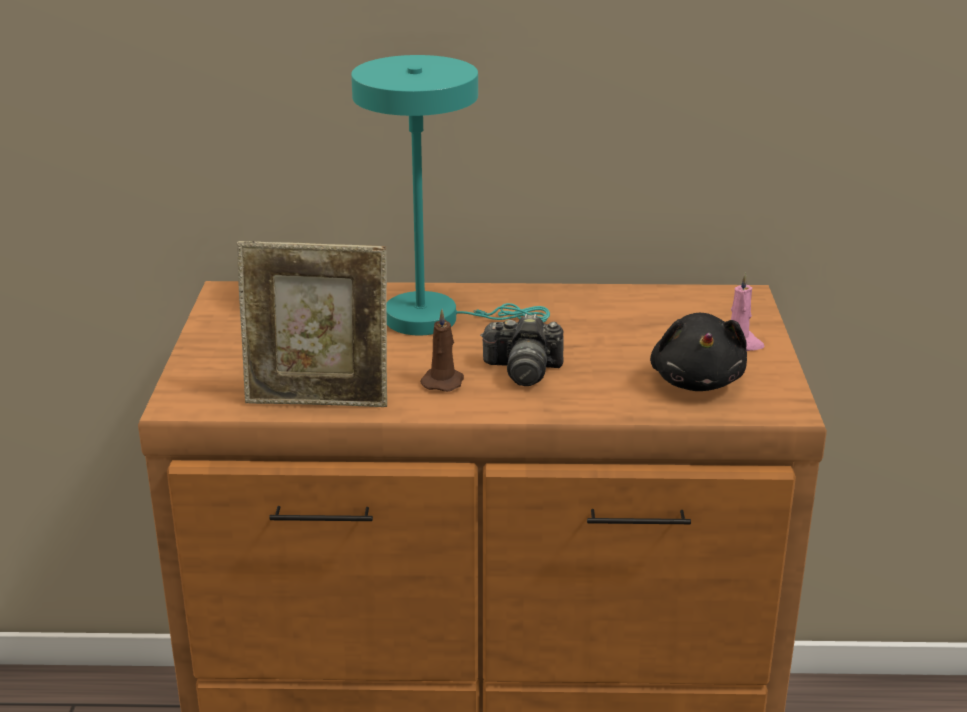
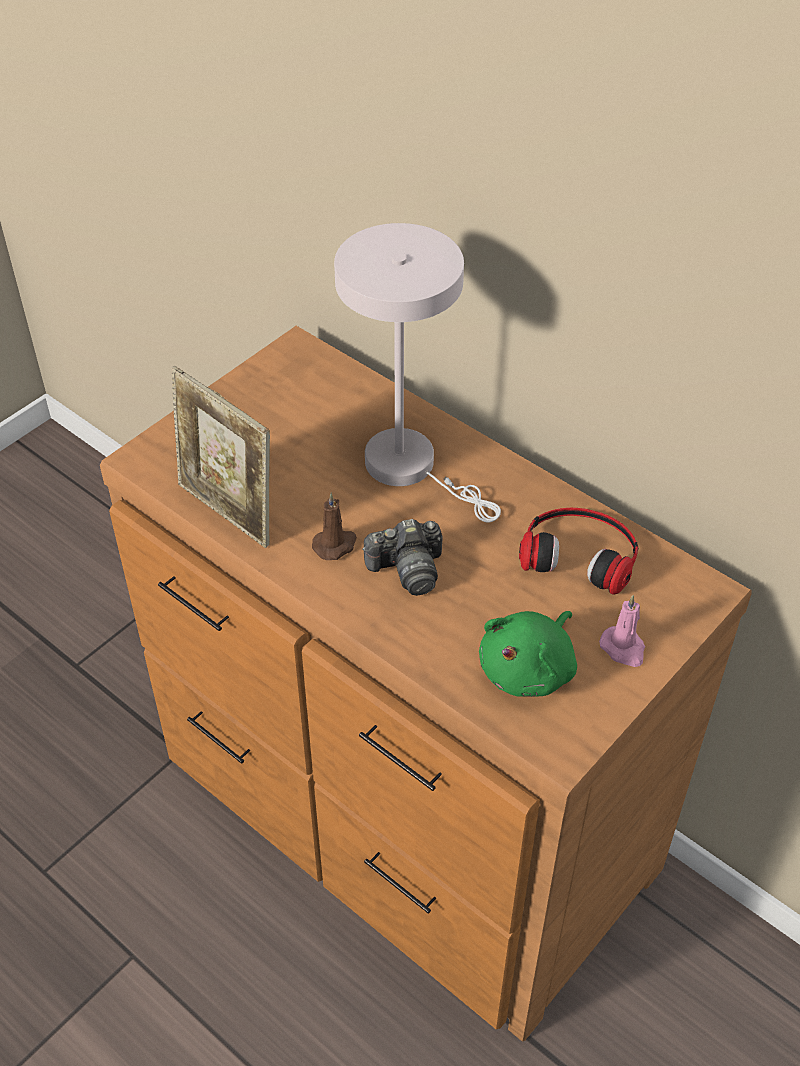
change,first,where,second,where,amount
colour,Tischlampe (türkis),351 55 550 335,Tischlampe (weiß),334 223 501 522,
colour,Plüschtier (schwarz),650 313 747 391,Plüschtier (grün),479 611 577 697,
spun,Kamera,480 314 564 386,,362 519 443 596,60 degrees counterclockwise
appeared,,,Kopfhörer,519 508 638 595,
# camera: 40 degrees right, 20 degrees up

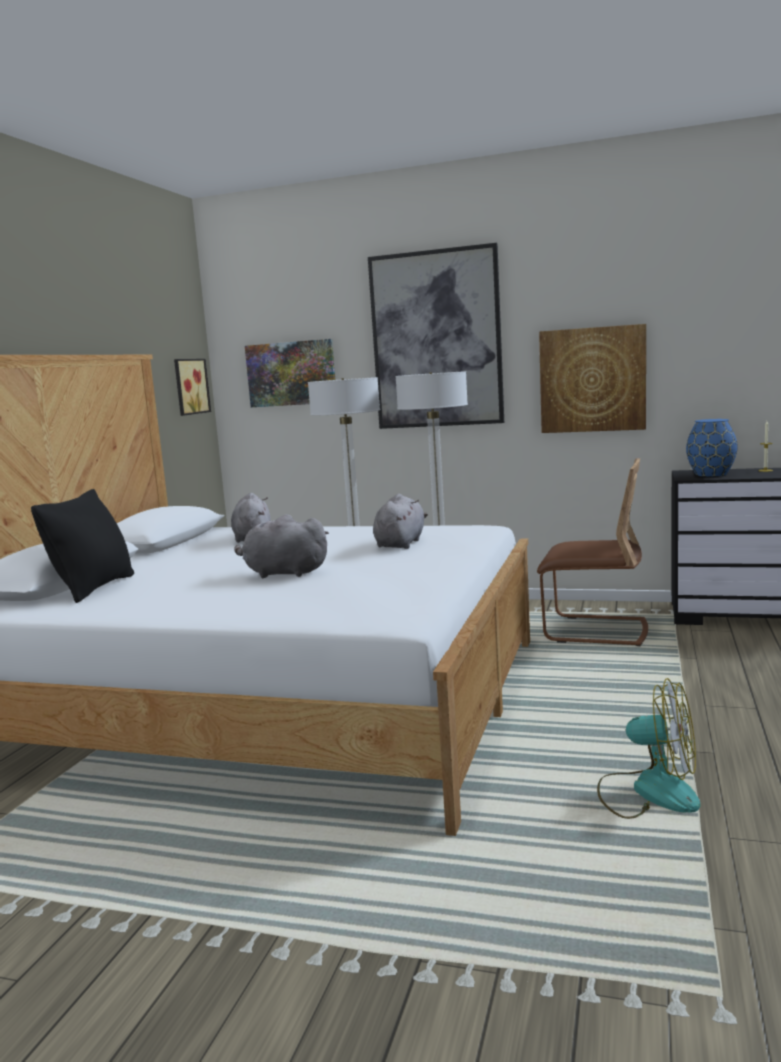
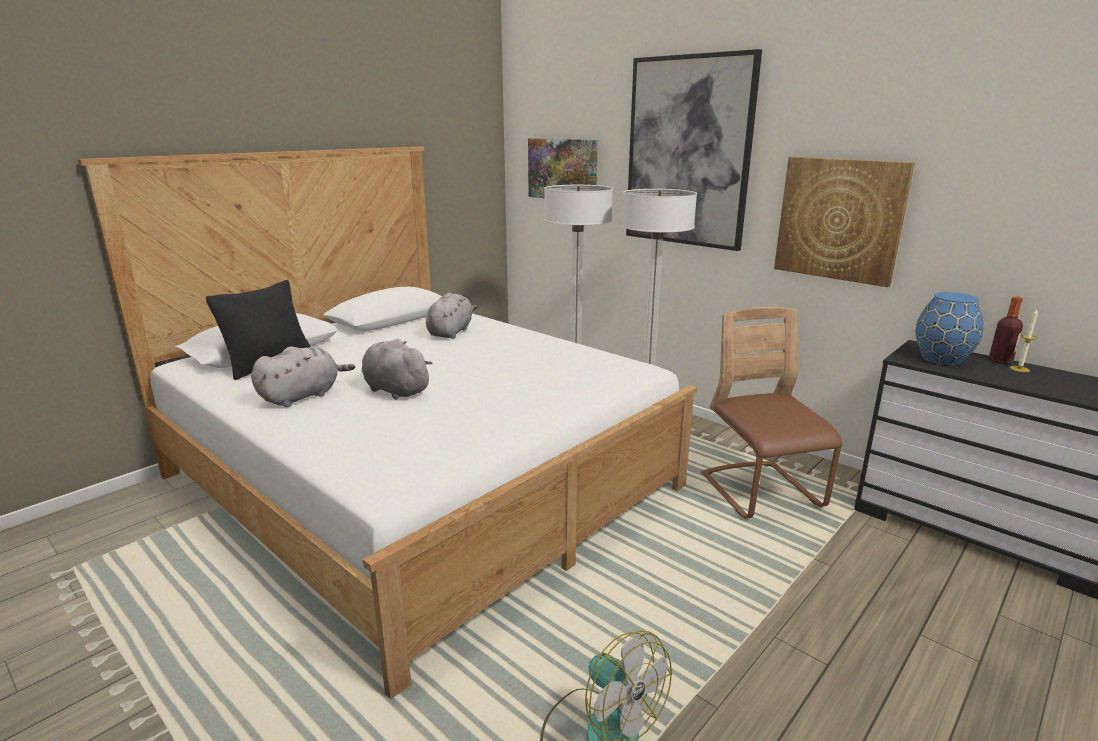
change,first,where,second,where,amount
missing,Bild,174 359 211 416,,,
spun,Stuhl (braun),537 458 648 646,,701 307 842 519,150 degrees counterclockwise
relocated,Plüschtier (grau),373 494 428 549,,251 346 355 407,
appeared,,,Flasche,989 297 1023 364,
# camera: 25 degrees right, 10 degrees up

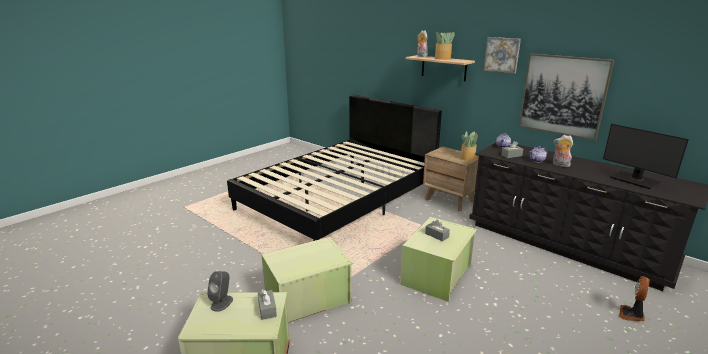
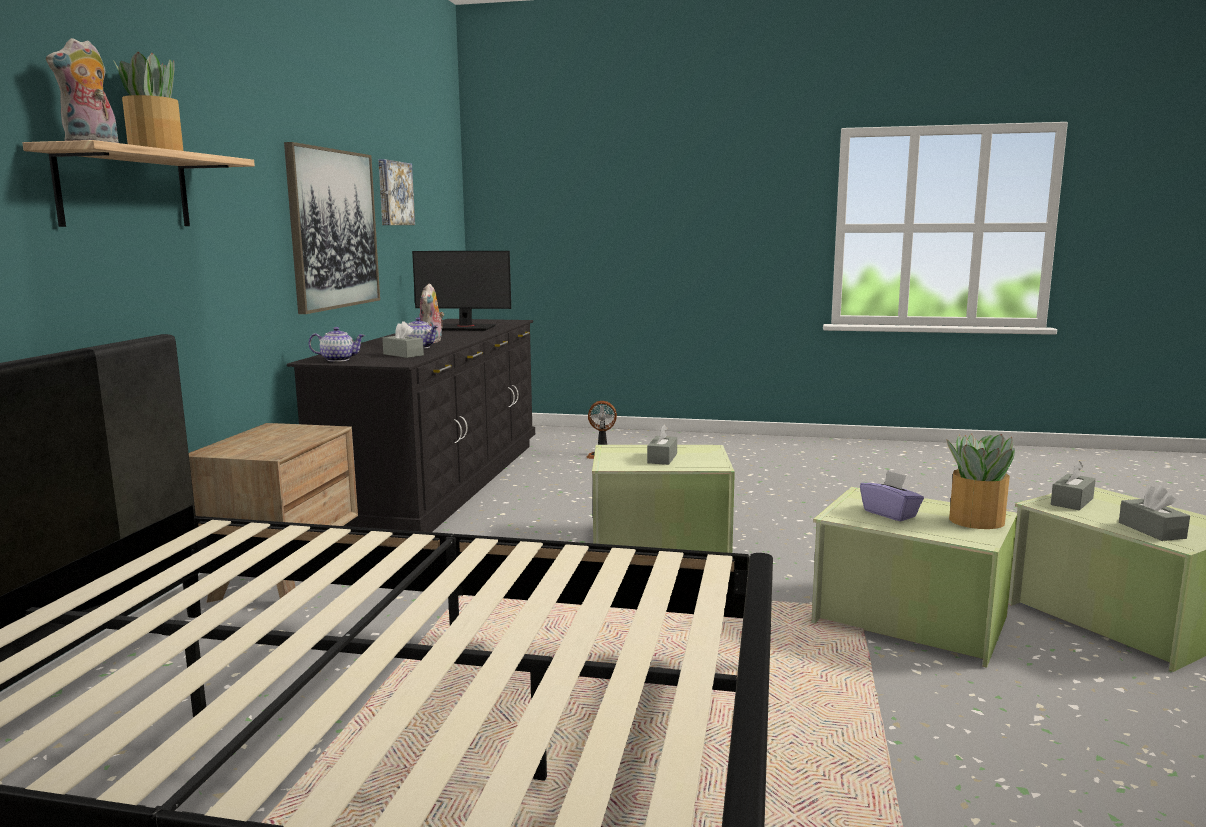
change,first,where,second,where,amount
relocated,Bild,484 37 521 74,,378 159 415 225,
spun,Monitor,603 124 689 189,,412 251 511 331,75 degrees clockwise
relocated,Topfpflanze,460 131 478 161,,946 433 1015 529,
exchanged,Lautsprecher (grau),207 271 233 312,Taschentuchbox (grau),1119 485 1190 541,
appeared,,,Taschentuchbox (lila),860 470 924 521,
# camera: 120 degrees left, 10 degrees down

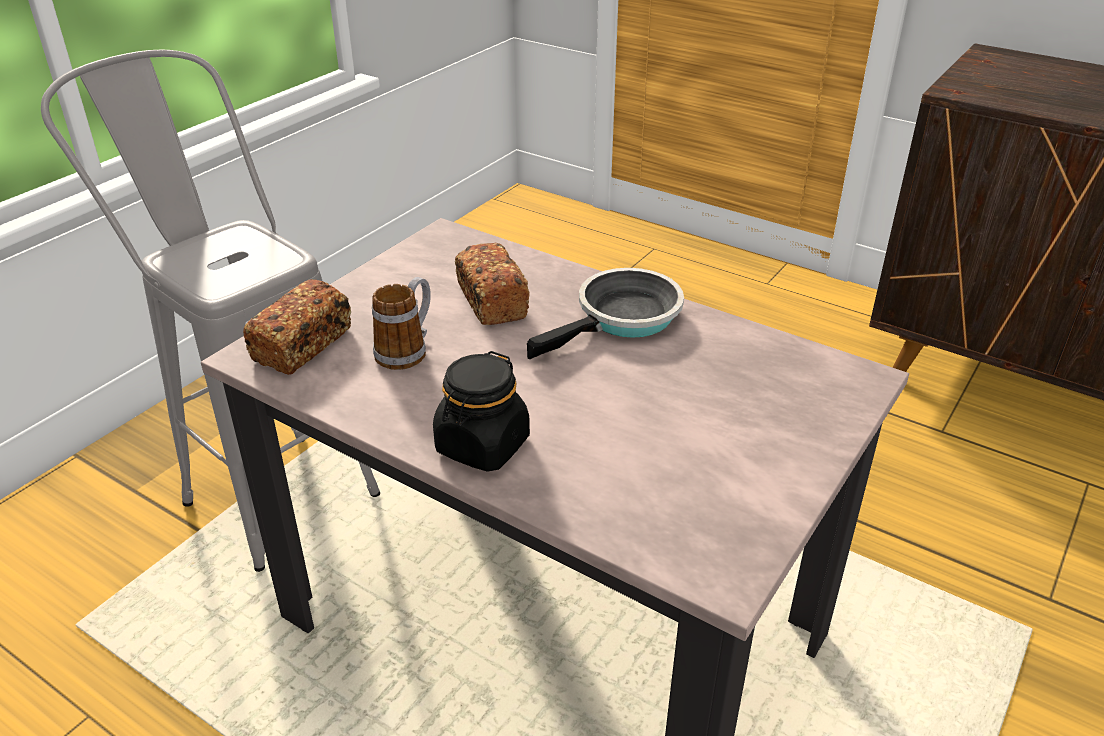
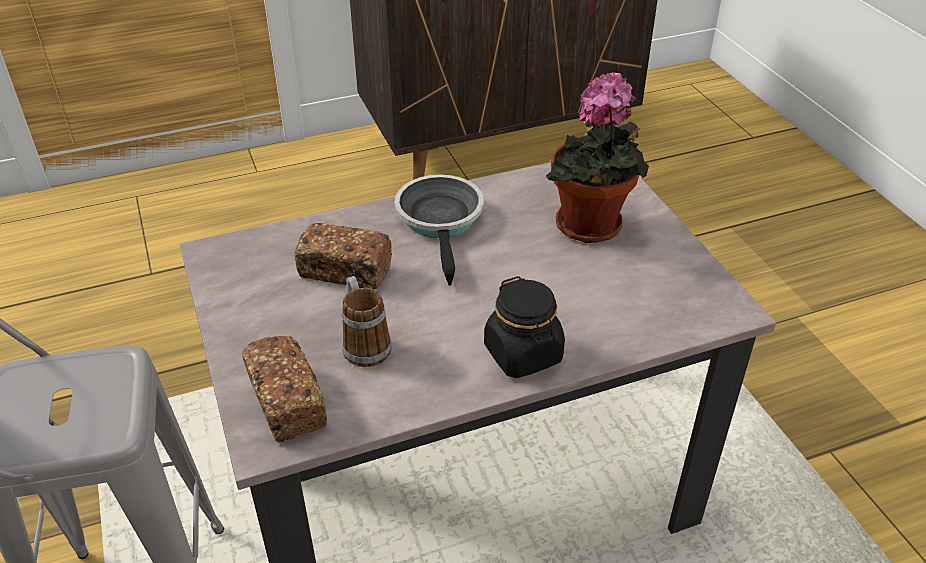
change,first,where,second,where,amount
appeared,,,Topfpflanze,546 72 649 243,
# camera: 55 degrees left, 5 degrees up

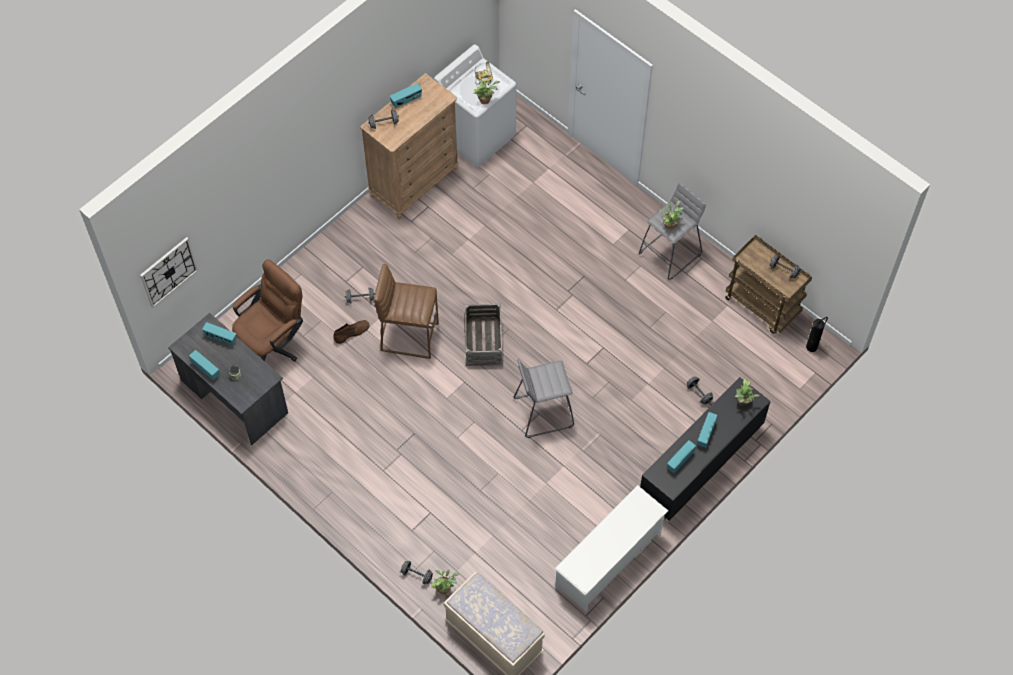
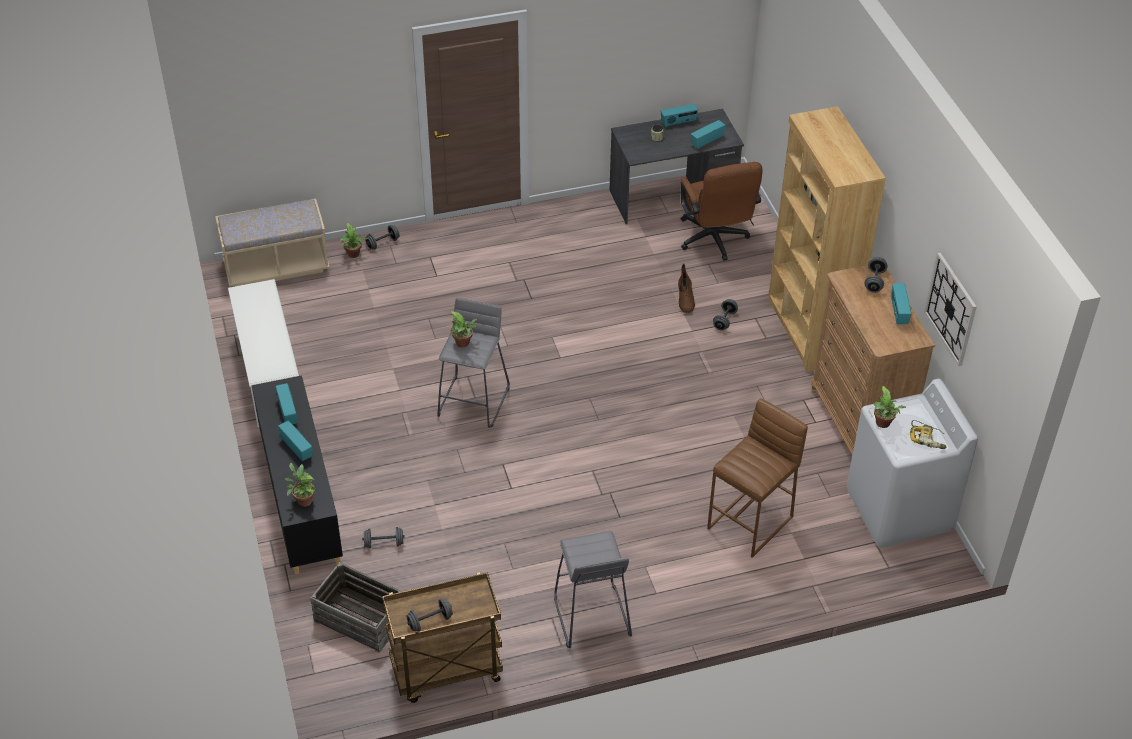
change,first,where,second,where,amount
relocated,Topfpflanze,659 201 684 230,,450 311 477 347,
relocated,Wanduhr,140 237 198 308,,924 253 977 366,
relocated,Hocker (braun),374 264 439 359,,707 398 808 558,
relocated,Kiste,465 304 502 366,,310 562 403 653,
missing,Feuerlöscher,806 317 828 352,,,
appeared,,,Bücherregal (braun),768 106 886 372,
# camera: 120 degrees right, 15 degrees down

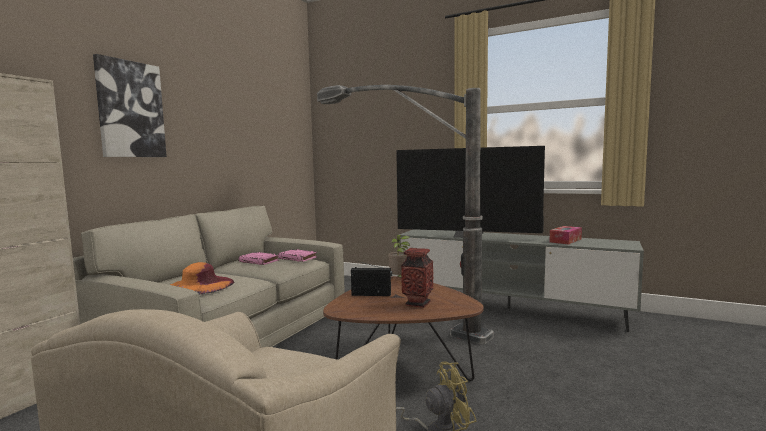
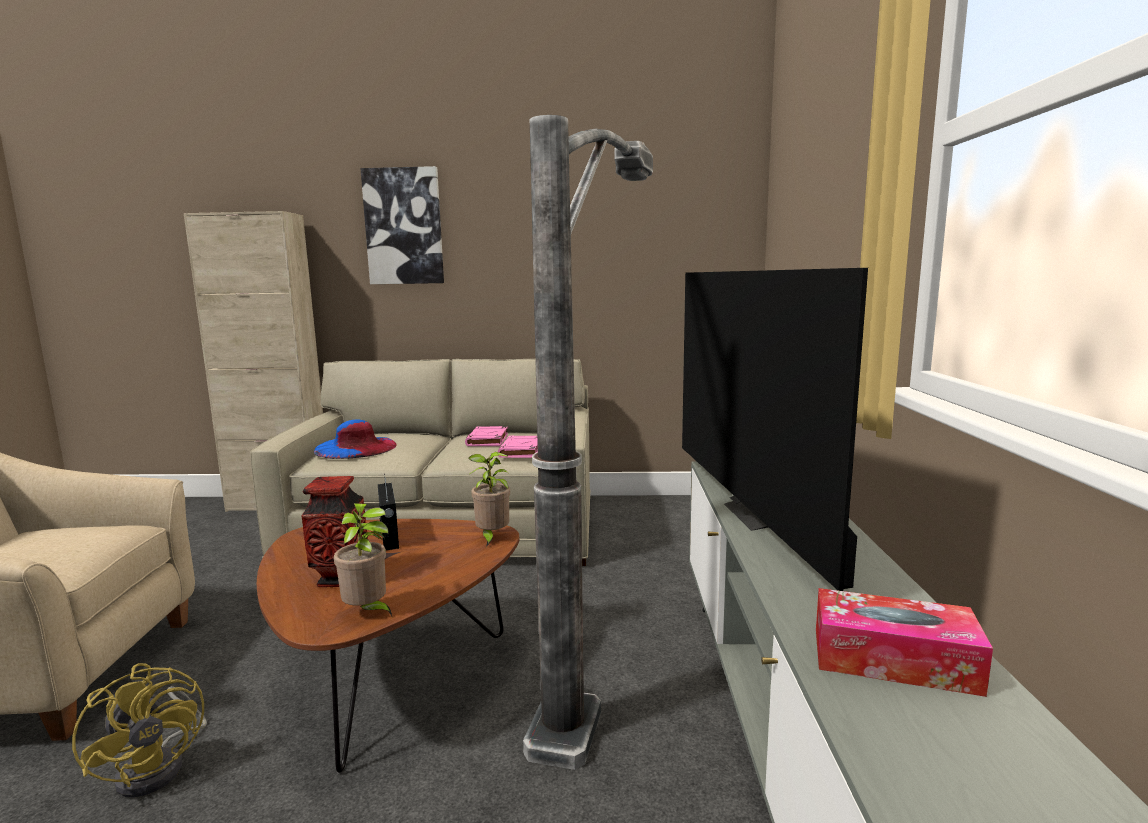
change,first,where,second,where,amount
colour,Hut (orange),170 262 234 295,Hut (blau),314 420 397 459,
appeared,,,Topfpflanze,334 503 392 616,
# camera: 65 degrees right, 5 degrees up

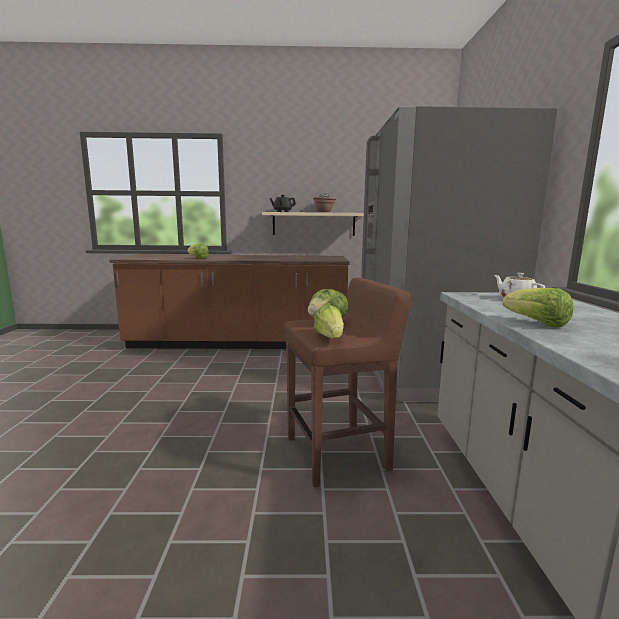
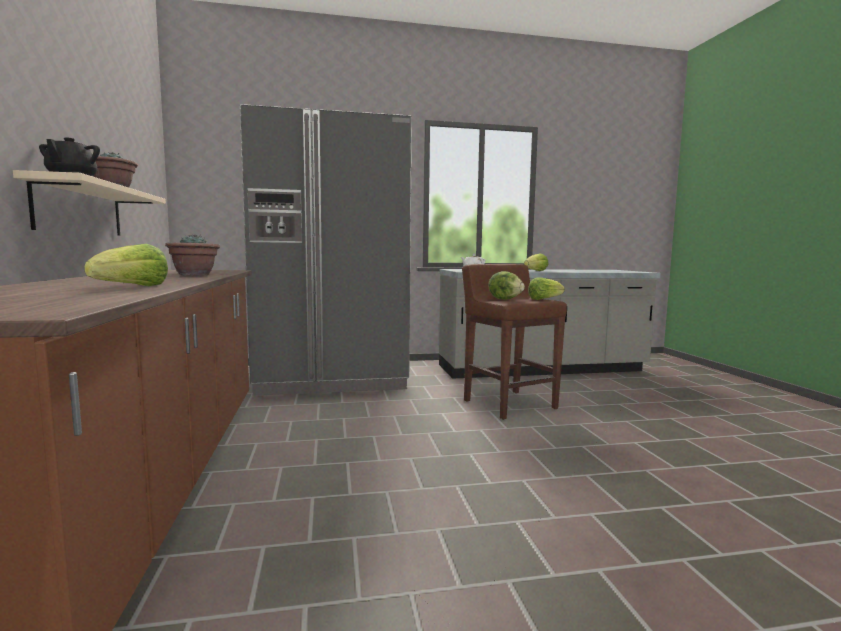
change,first,where,second,where,amount
appeared,,,Topfpflanze,165 234 220 275,
# camera: 100 degrees left, 5 degrees down

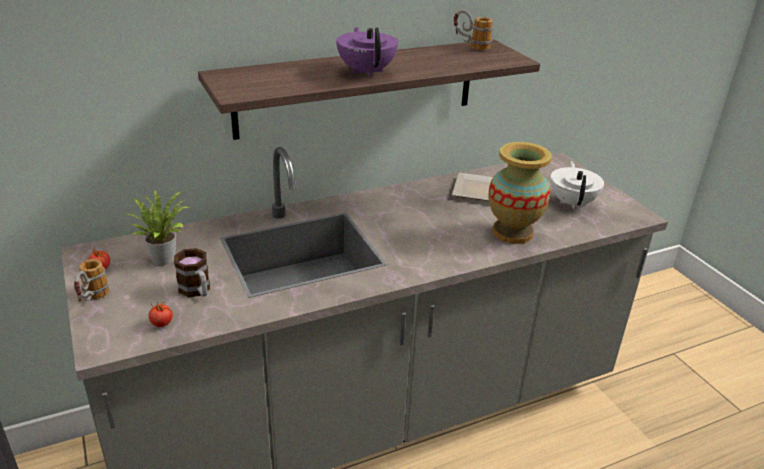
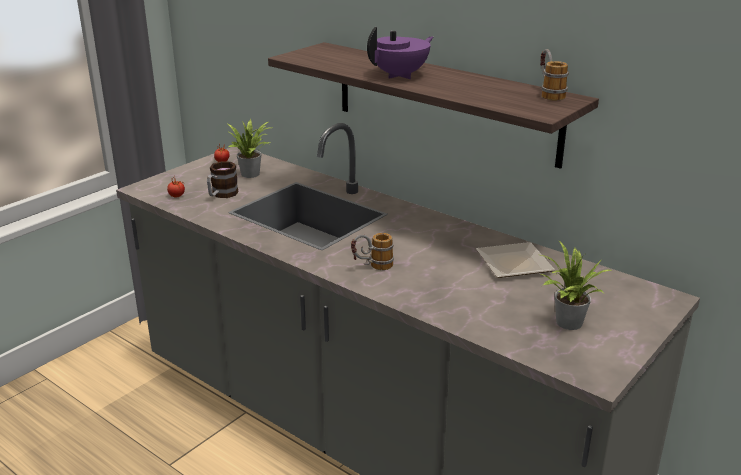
change,first,where,second,where,amount
missing,Vase,488 142 552 244,,,
exchanged,Teekanne (weiß),550 161 604 209,Topfpflanze,541 241 613 330,
relocated,Henkelbecher,74 259 109 302,,351 233 394 270,
# camera: 65 degrees right, 5 degrees down

